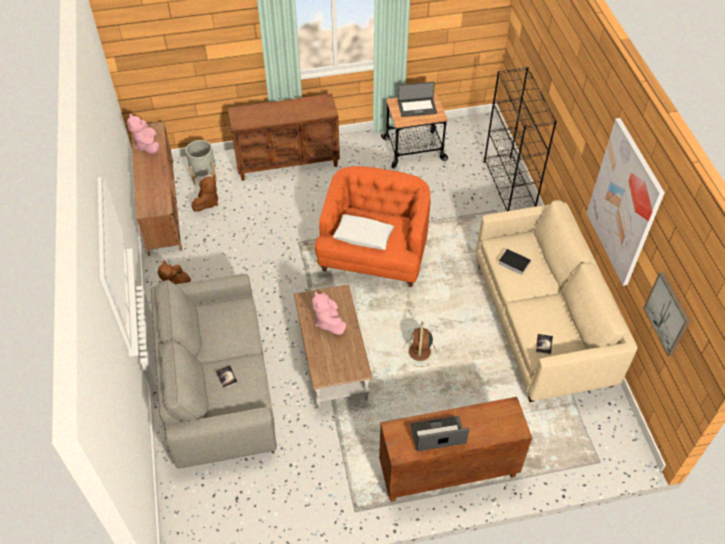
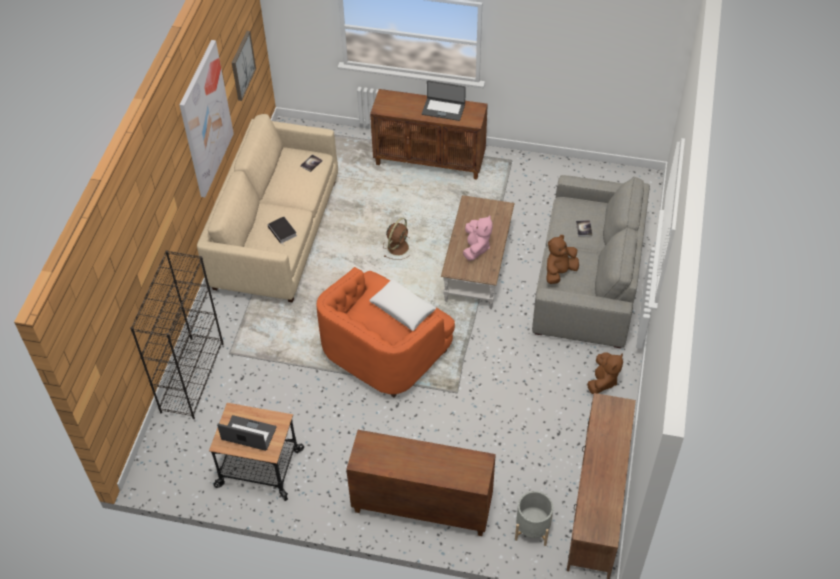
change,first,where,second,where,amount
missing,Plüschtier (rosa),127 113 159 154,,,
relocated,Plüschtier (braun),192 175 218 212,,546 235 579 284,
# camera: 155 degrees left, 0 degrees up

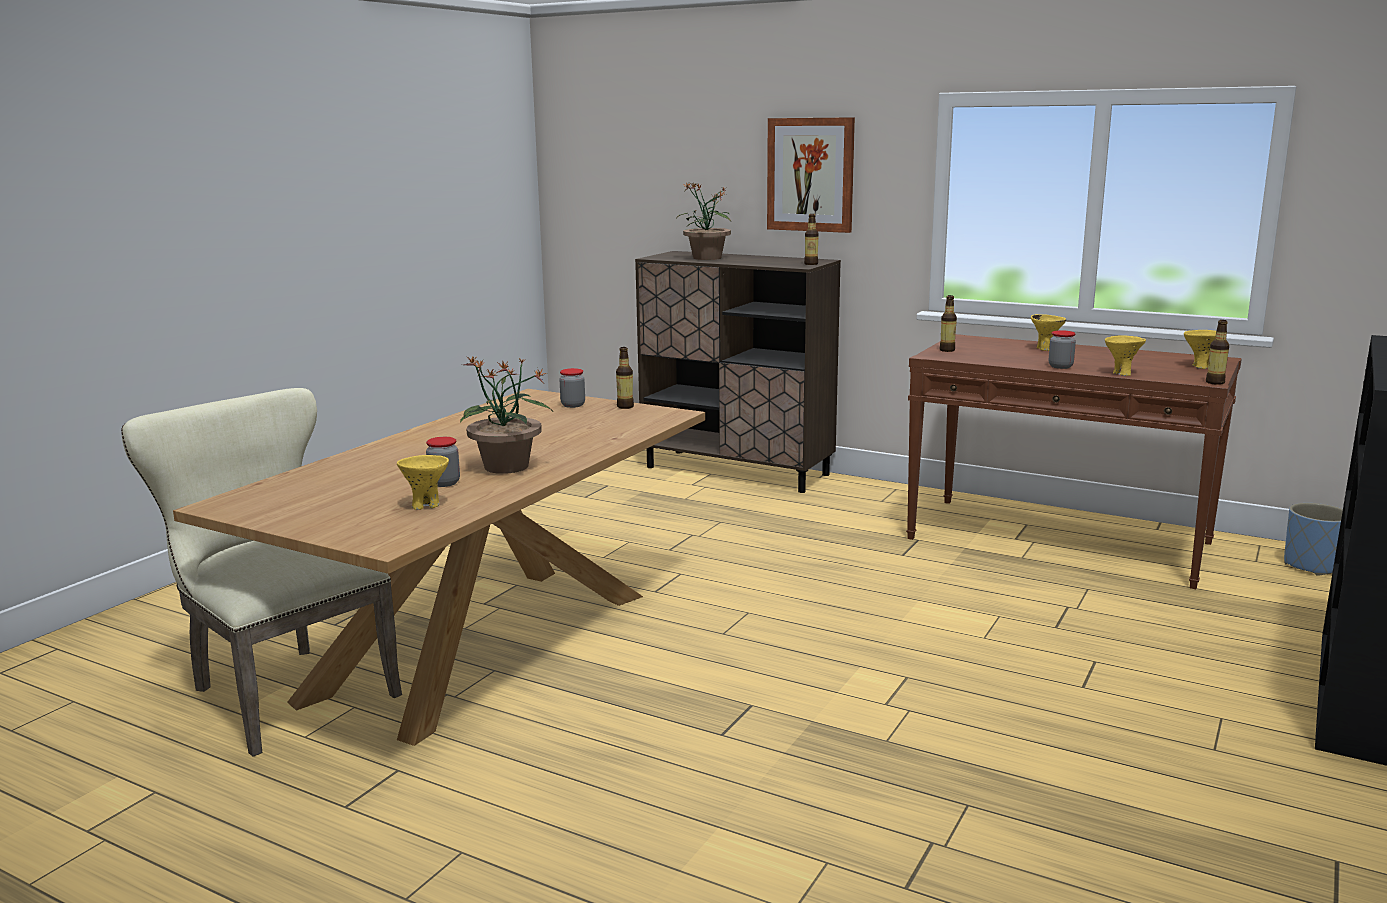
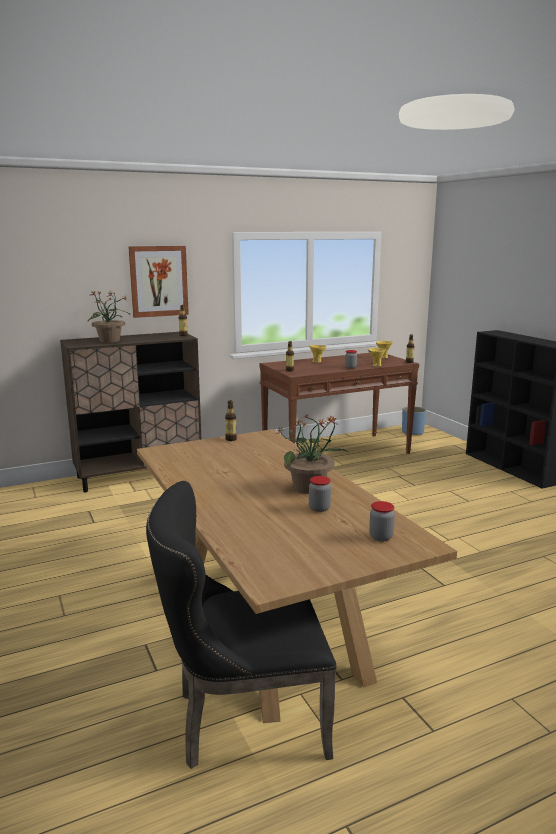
change,first,where,second,where,amount
relocated,Vorratsglas,559 368 585 408,,369 501 395 542,
colour,Stuhl (beige),121 388 402 757,Stuhl (schwarz),146 481 337 769,
missing,Schüssel (gelb),397 455 449 510,,,
# camera: 55 degrees left, 0 degrees up

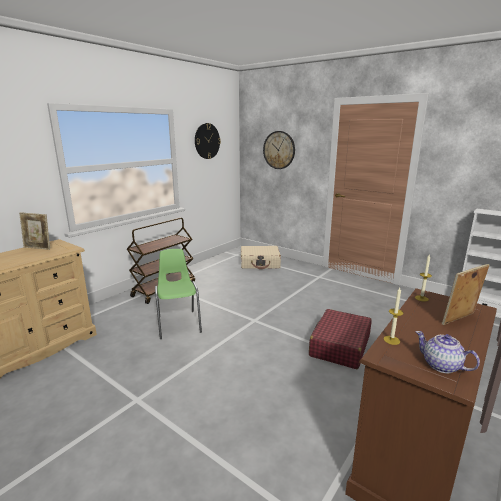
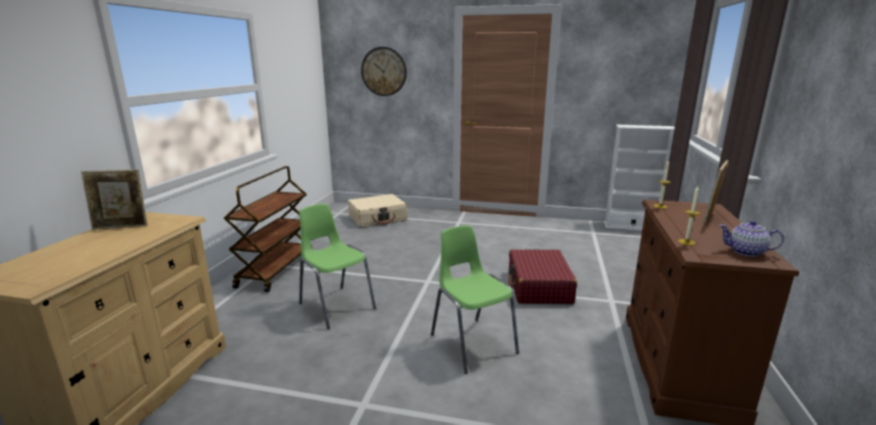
change,first,where,second,where,amount
missing,Wanduhr,195 123 221 159,,,
appeared,,,Stuhl (grün),431 226 519 374,
# camera: 25 degrees left, 0 degrees up

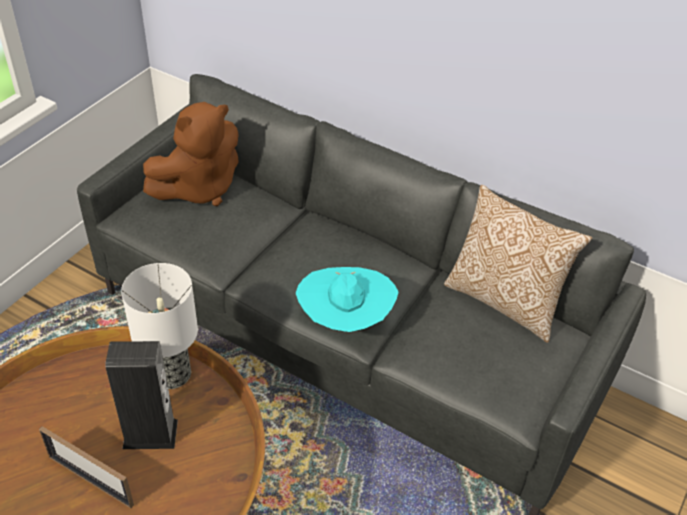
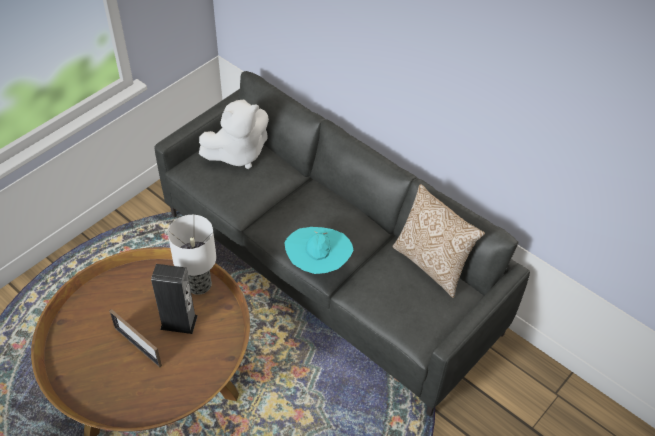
change,first,where,second,where,amount
colour,Plüschtier (braun),143 102 239 206,Plüschtier (weiß),199 99 269 169,
# camera: 10 degrees right, 5 degrees up

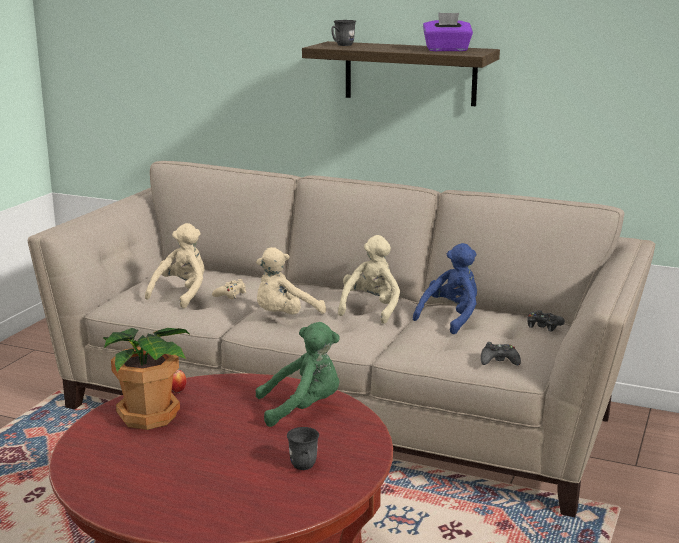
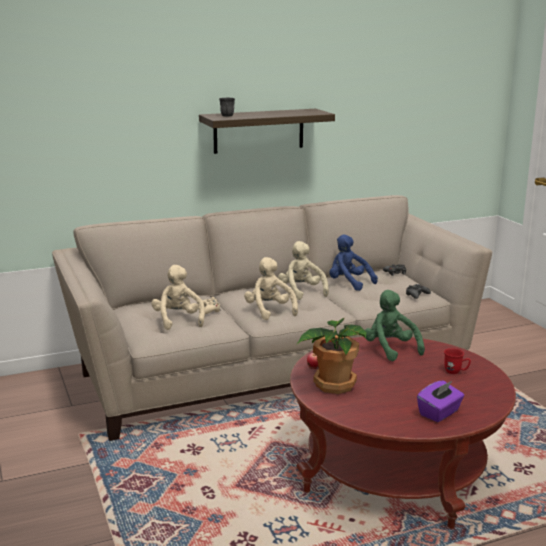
change,first,where,second,where,amount
relocated,Taschentuchbox (lila),423 12 473 51,,417 381 464 422,
spun,Plüschtier (blau),413 243 477 334,,329 235 378 291,45 degrees counterclockwise
spun,Plüschtier (beige),256 247 326 315,,244 257 298 320,150 degrees clockwise
spun,Plüschtier (grün),256 322 340 427,,365 290 425 361,60 degrees counterclockwise
colour,Henkelbecher (grau),287 427 319 470,Henkelbecher (rot),444 348 471 374,
# camera: 45 degrees left, 0 degrees up

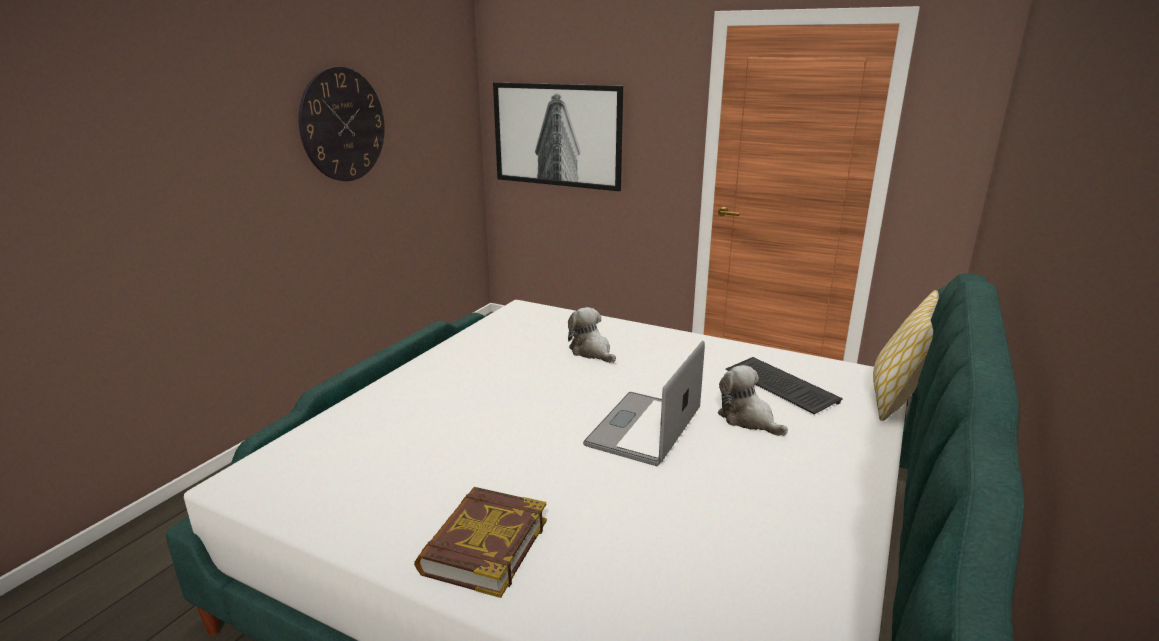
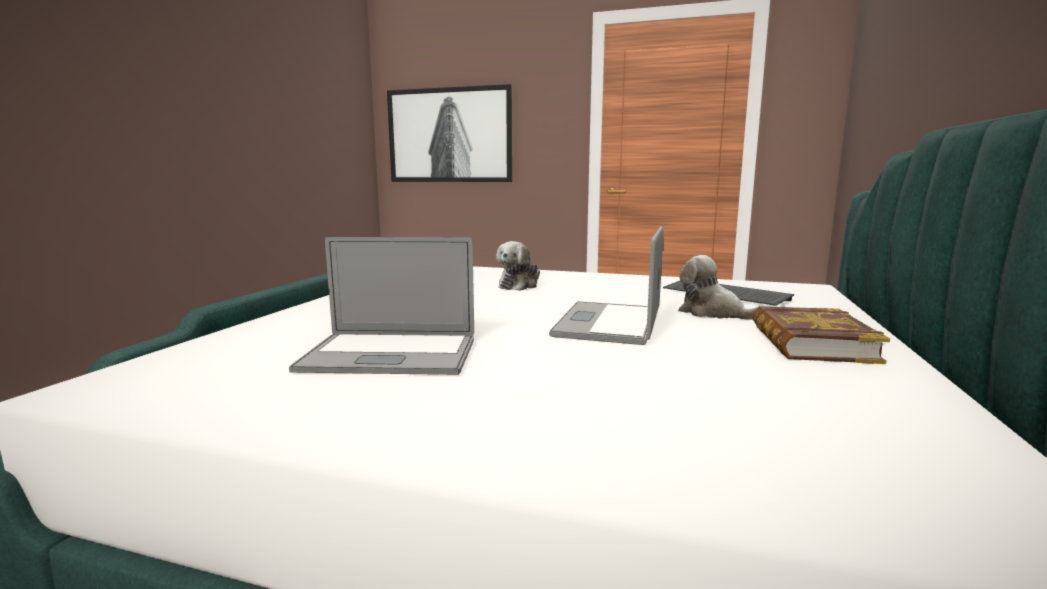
change,first,where,second,where,amount
missing,Wanduhr,299 67 385 181,,,
missing,Kissen,873 290 939 421,,,
spun,Plüschtier,568 307 616 363,,496 241 540 291,105 degrees counterclockwise
relocated,Buch,414 487 547 598,,752 306 890 364,
appeared,,,Laptop,289 237 474 375,
# camera: 10 degrees left, 10 degrees down

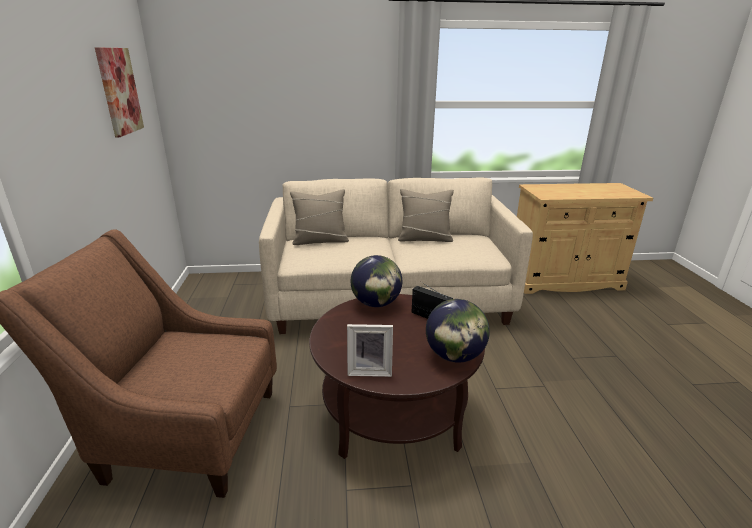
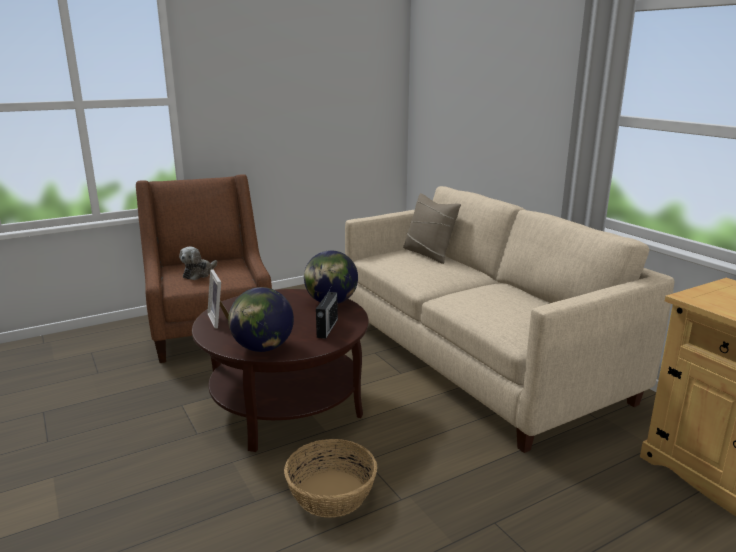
change,first,where,second,where,amount
missing,Bild,95 47 144 137,,,
missing,Kissen (beige),398 189 454 242,,,
appeared,,,Plüschtier,179 246 217 280,
appeared,,,Korb,284 439 377 518,
# camera: 65 degrees right, 5 degrees down

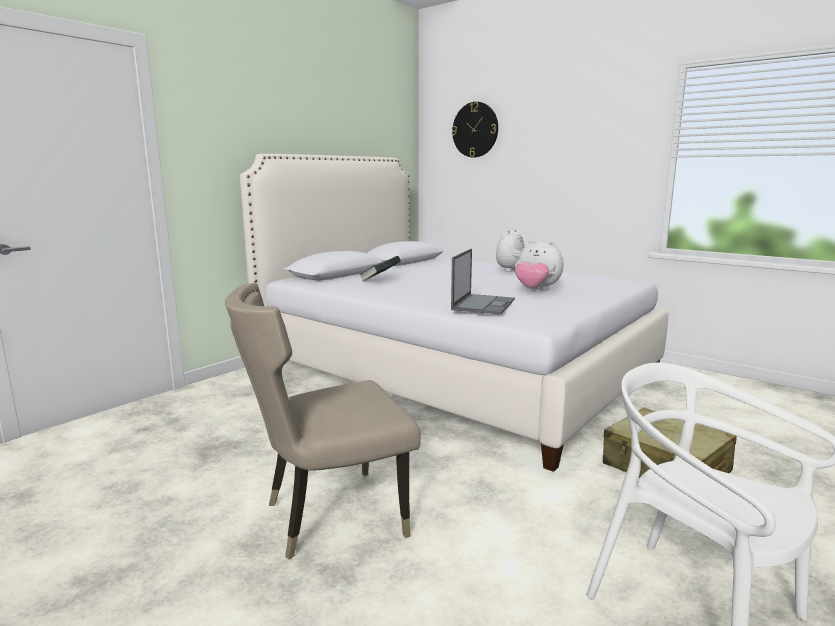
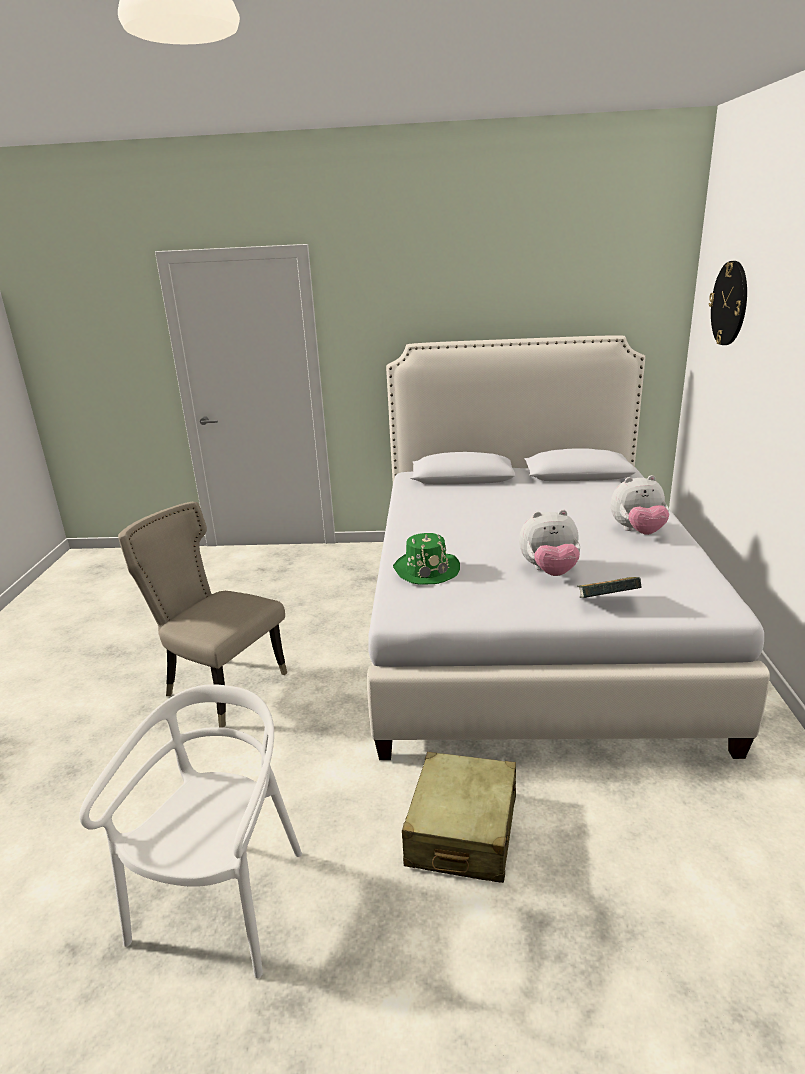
change,first,where,second,where,amount
spun,Plüschtier,515 240 564 290,,519 510 580 576,90 degrees counterclockwise
exchanged,Laptop,451 249 515 315,Hut (grün),393 533 460 585,
relocated,Buch,359 256 401 281,,578 577 642 598,
# camera: 55 degrees right, 10 degrees up

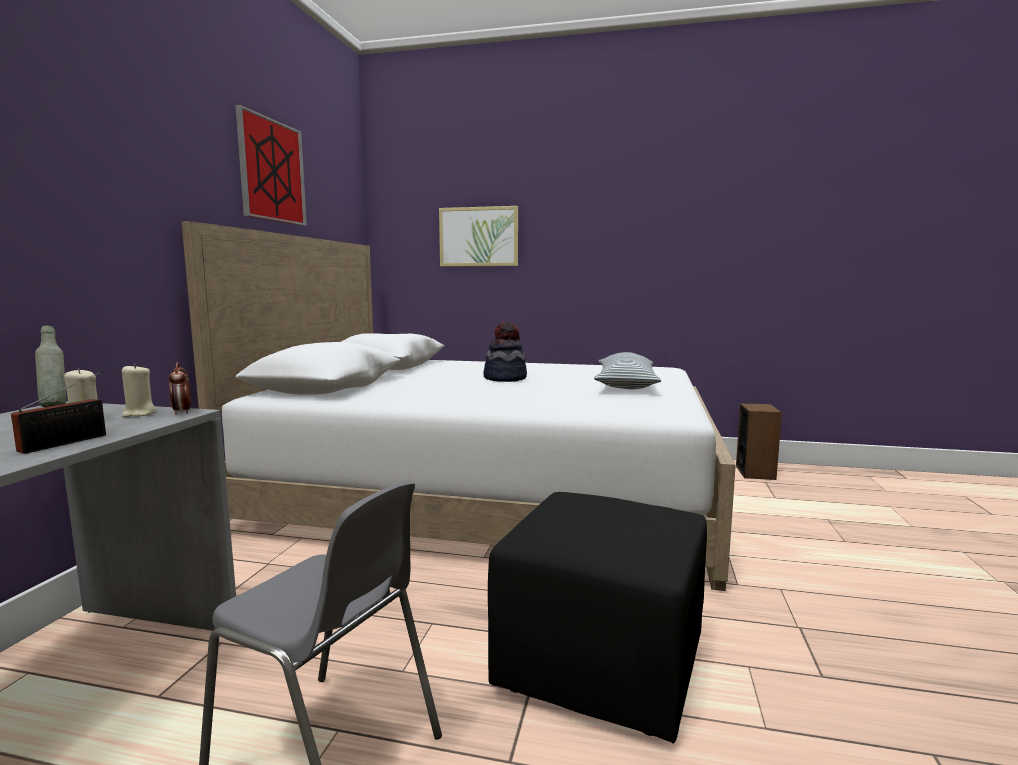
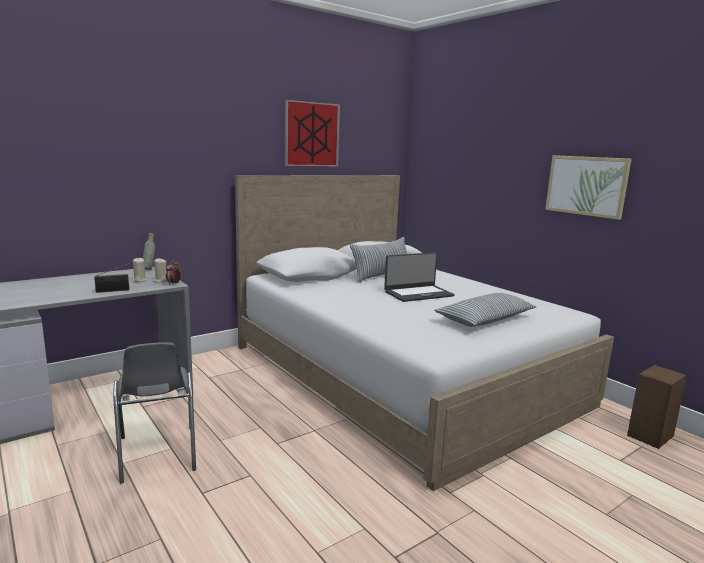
change,first,where,second,where,amount
relocated,Bild,439 206 518 267,,545 155 631 220,
exchanged,Hut,483 321 527 382,Laptop,384 252 455 302,
missing,Polsterhocker (schwarz),488 492 707 744,,,
appeared,,,Kissen,350 237 407 283,
# camera: 40 degrees right, 5 degrees up

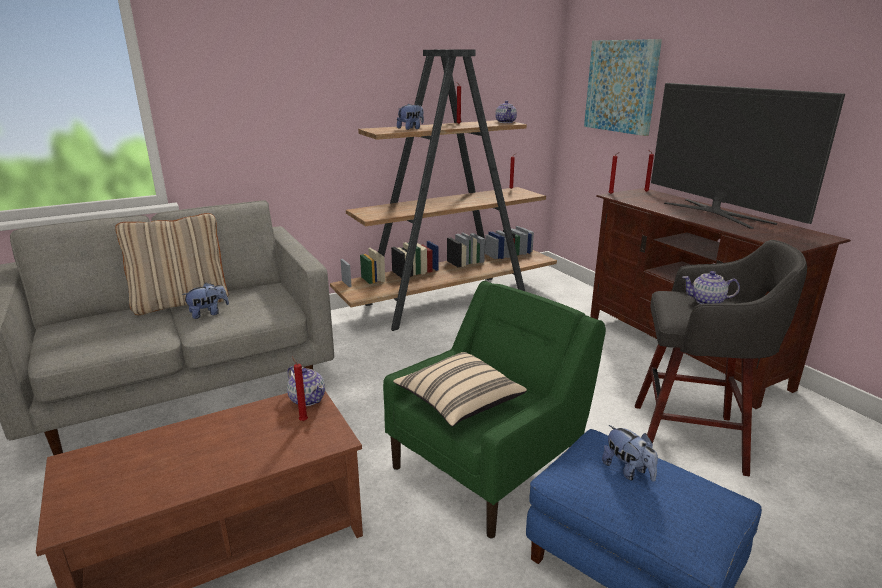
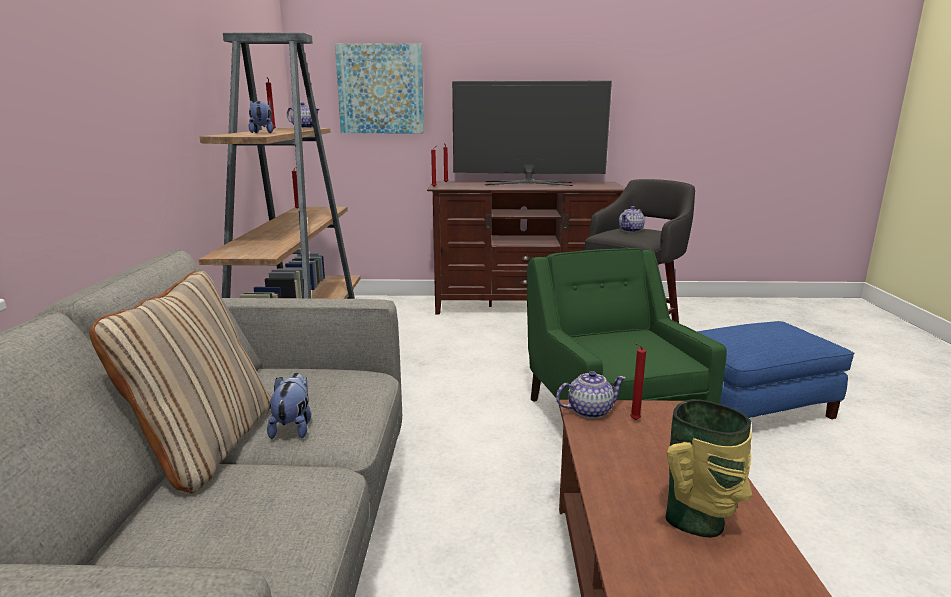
change,first,where,second,where,amount
missing,Kissen (beige),393 352 527 427,,,
missing,Plüschtier,602 425 658 482,,,
appeared,,,Vase,665 399 752 537,
# camera: 60 degrees left, 5 degrees down

